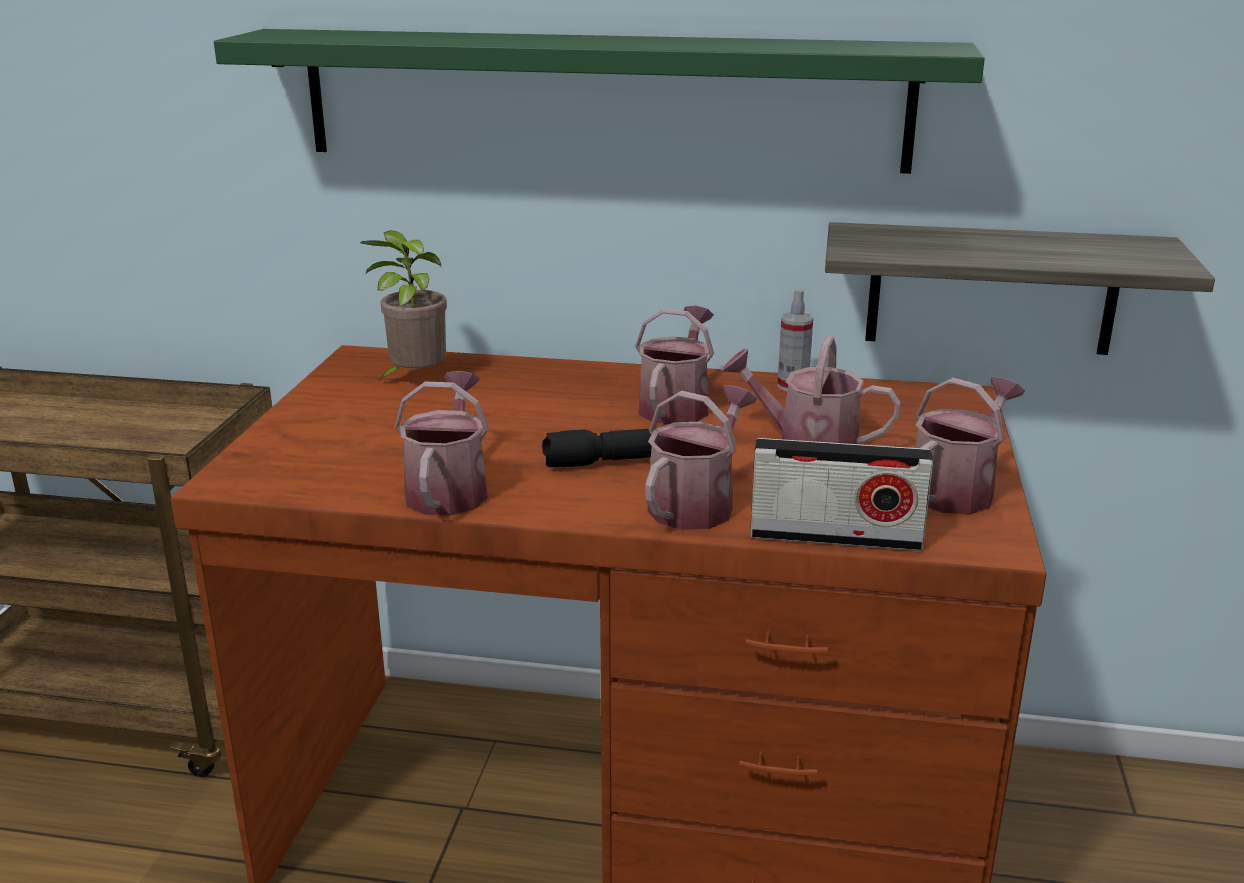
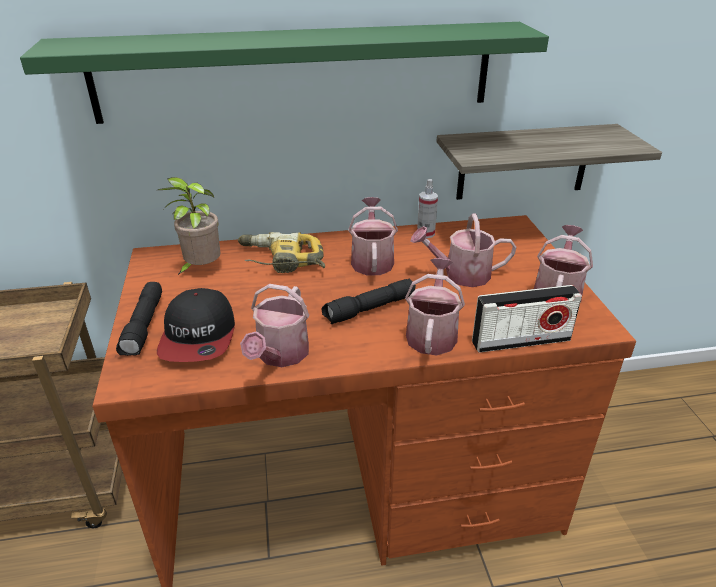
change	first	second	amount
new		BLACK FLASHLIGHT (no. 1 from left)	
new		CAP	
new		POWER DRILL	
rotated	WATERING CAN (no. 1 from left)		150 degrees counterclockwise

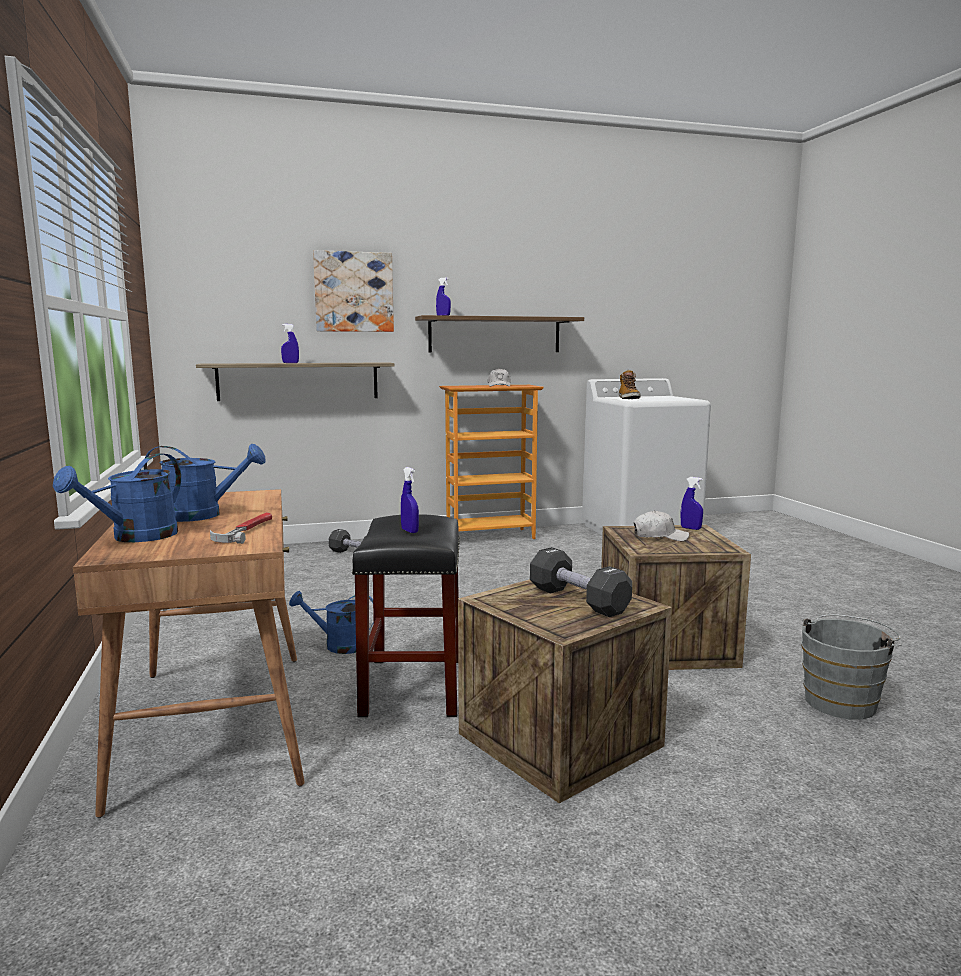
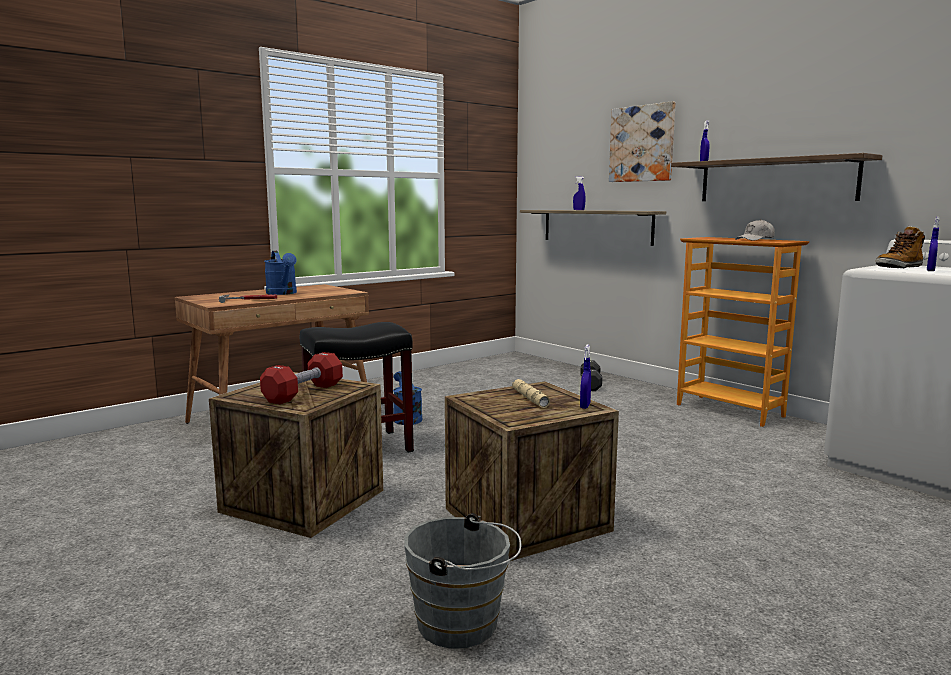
change	first	second	amount
gone	BLUE WATERING CAN (no. 1 from left)		
shifted	BLUE SPRAY BOTTLE (no. 2 from left in the first image)	BLUE SPRAY BOTTLE (no. 4 from left)	
swapped	WHITE CAP (no. 2 from left)	BEIGE FLASHLIGHT	
repainted	BLACK DUMBBELL (no. 2 from left)	RED DUMBBELL	

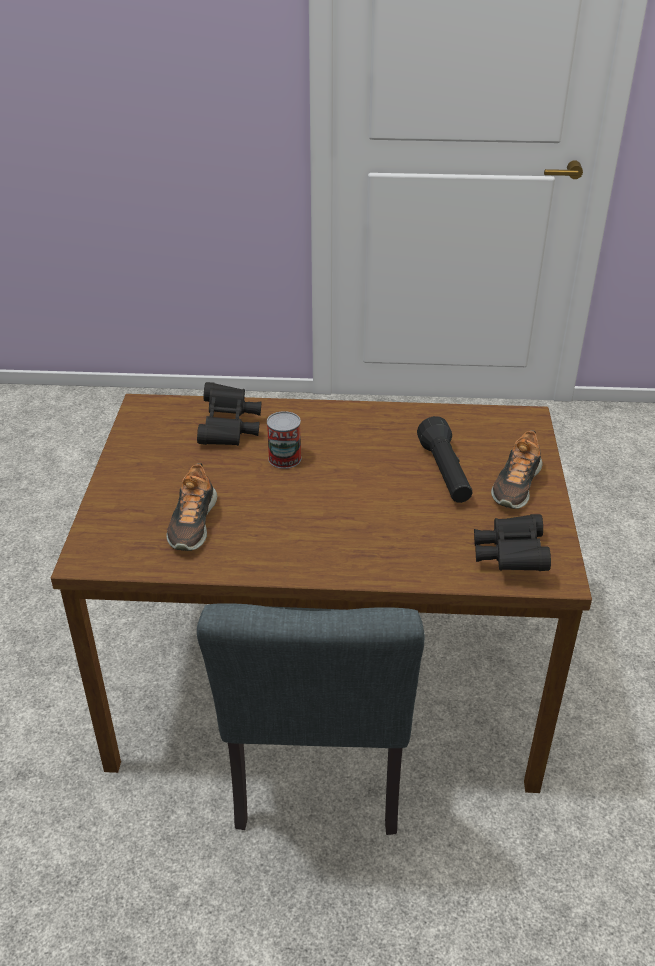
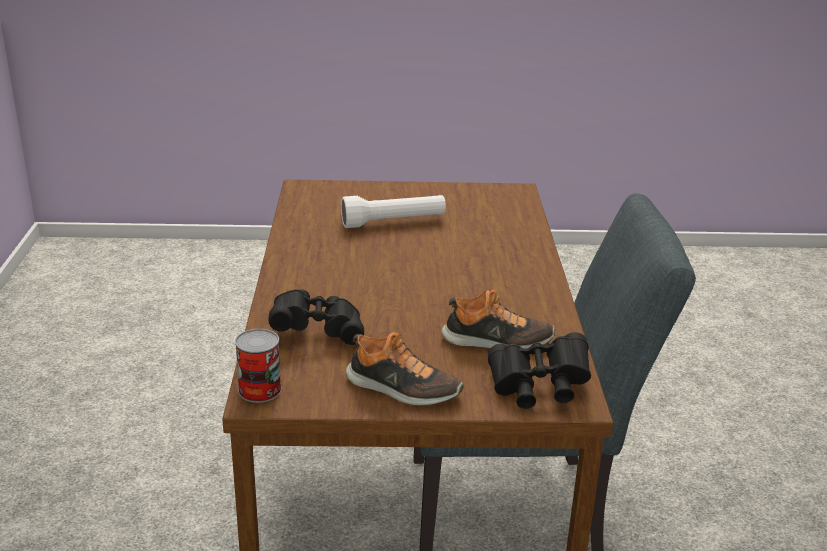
change	first	second	amount
shifted	CAN		
shifted	BLACK BINOCULARS (no. 2 from left)		
shifted	SHOE (no. 2 from left in the first image)	SHOE (no. 1 from left)	
repainted	BLACK FLASHLIGHT	WHITE FLASHLIGHT	

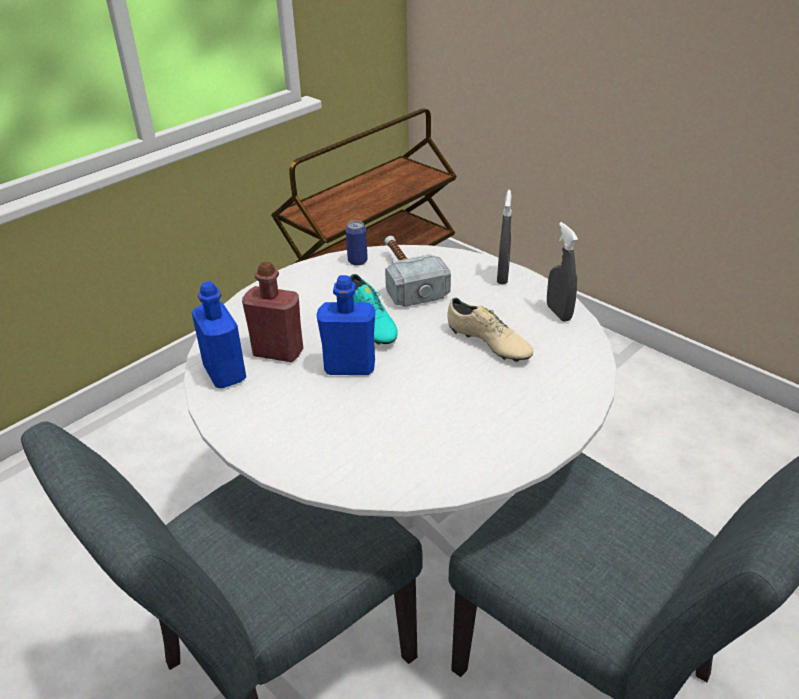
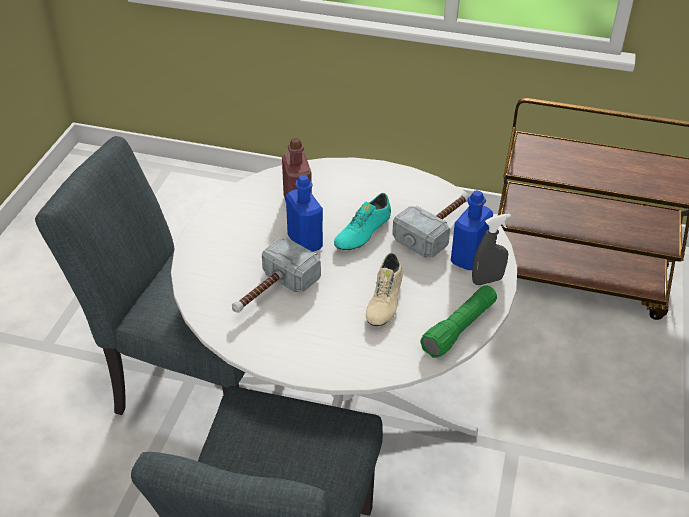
change	first	second	amount
gone	CAN		
new		HAMMER (no. 1 from left)	
shifted	BLUE BOTTLE (no. 1 from left in the first image)	BLUE BOTTLE (no. 2 from left)	
swapped	GREY SPRAY BOTTLE (no. 2 from left)	GREEN FLASHLIGHT	

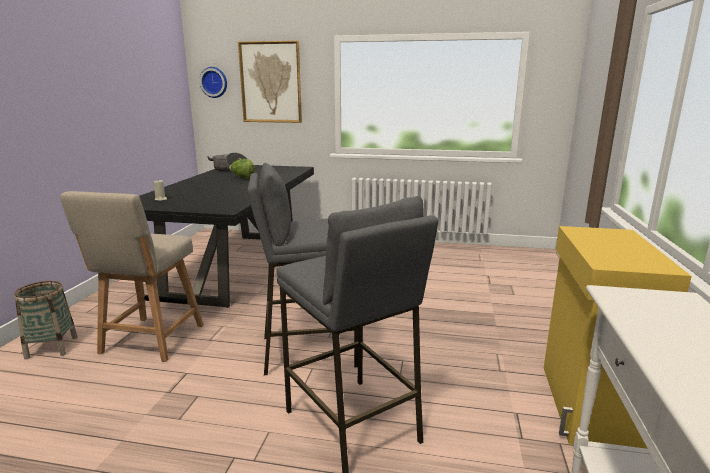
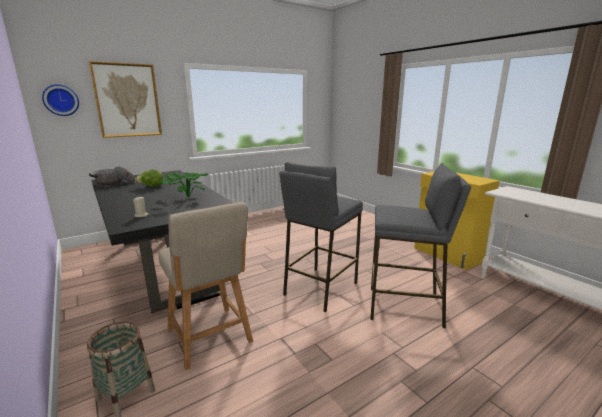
change	first	second	amount
new		POTTED PLANT	

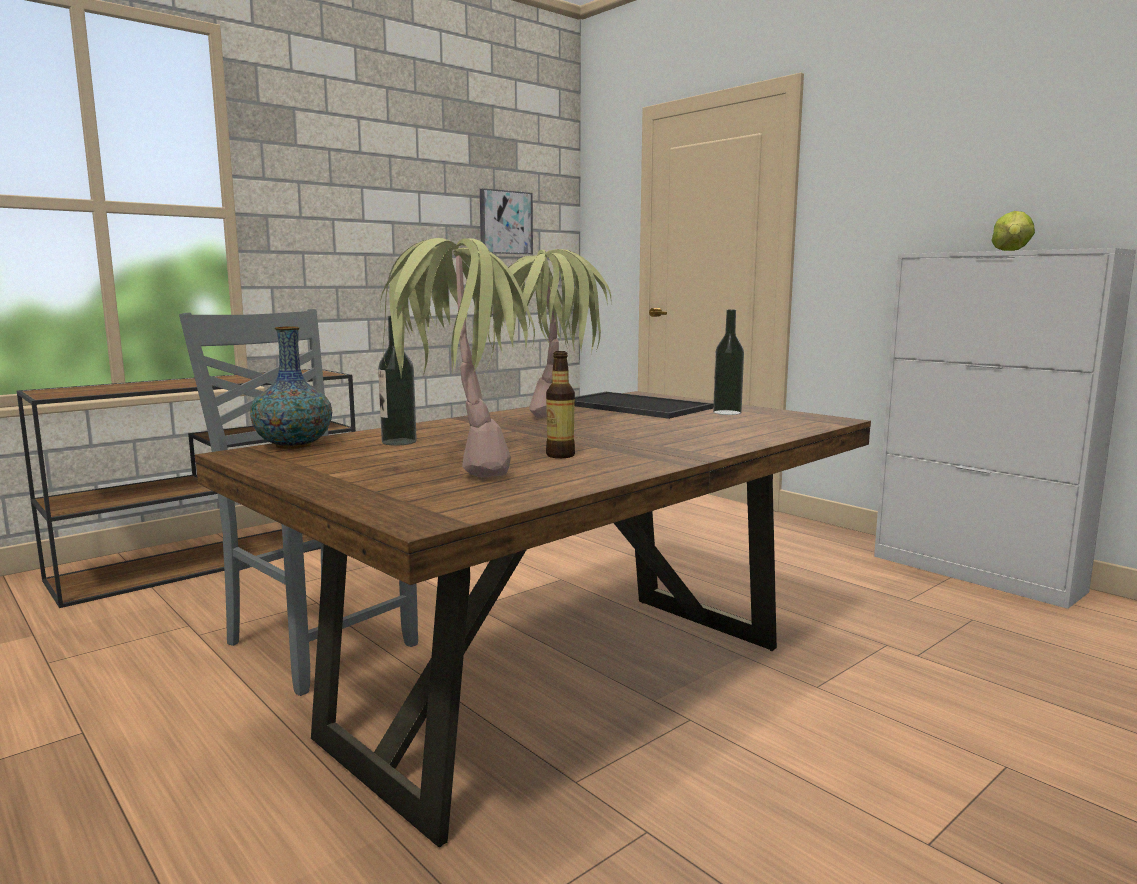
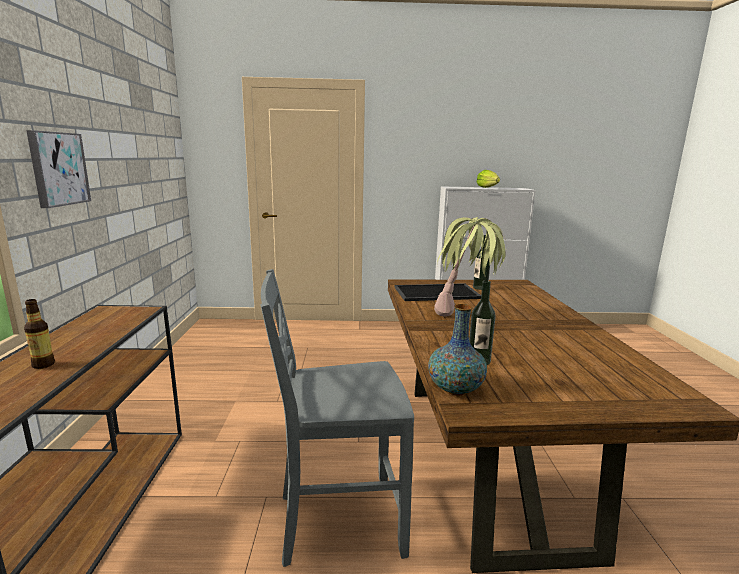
change	first	second	amount
gone	POTTED PLANT (no. 1 from left)		
shifted	PICTURE		
shifted	BOTTLE (no. 2 from left in the first image)	BOTTLE (no. 1 from left)	

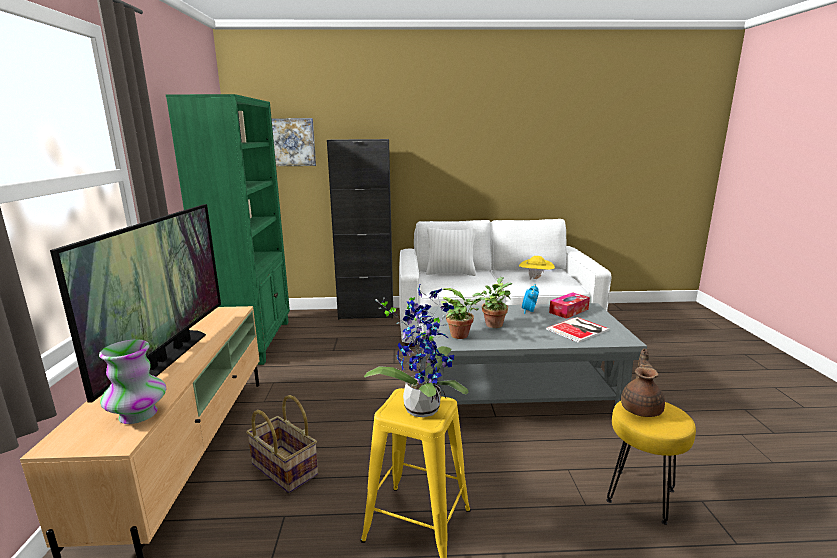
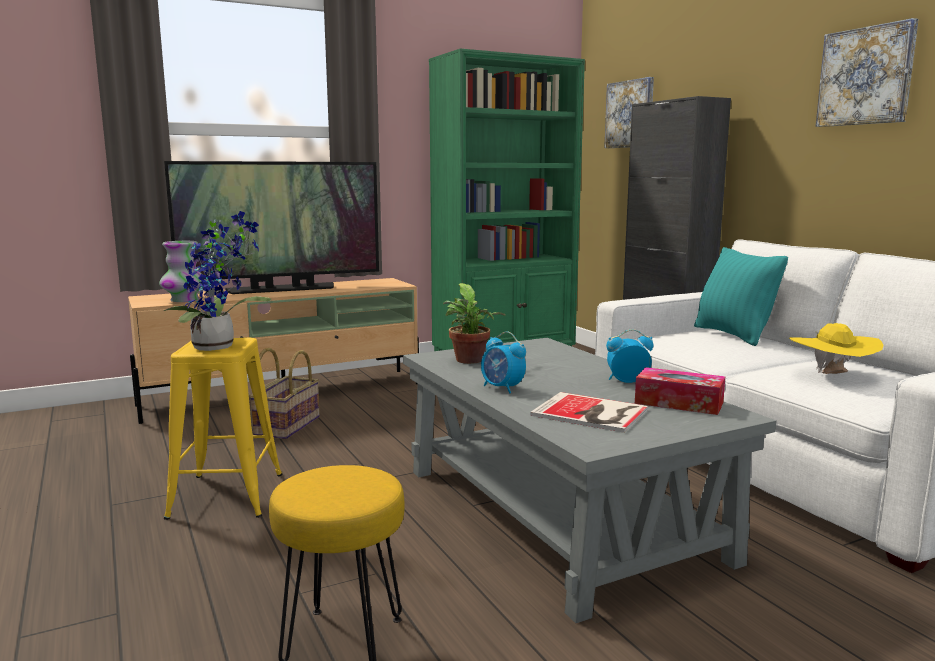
change	first	second	amount
gone	POTTED PLANT (no. 3 from left)		
gone	BROWN TEAPOT		
new		ALARM CLOCK (no. 1 from left)	
new		PICTURE (no. 2 from left)	
repainted	WHITE PILLOW	TURQUOISE PILLOW	

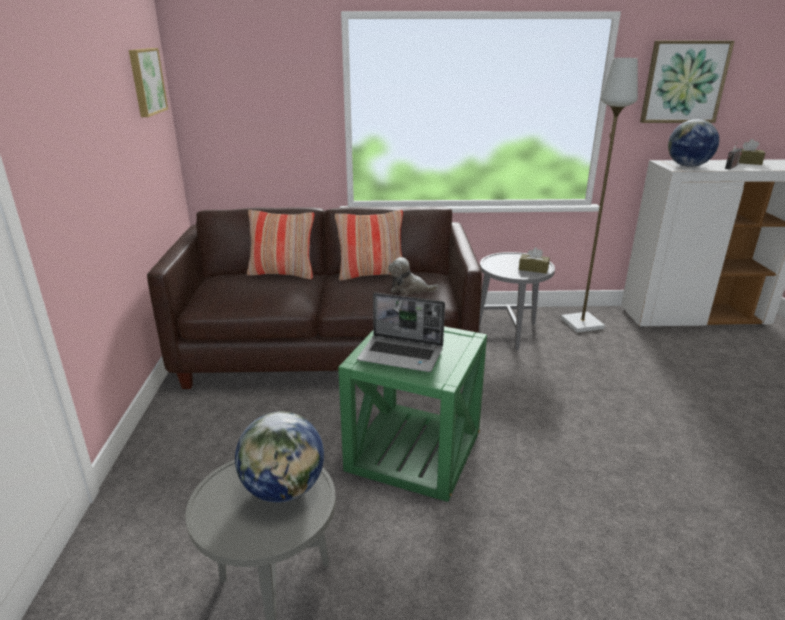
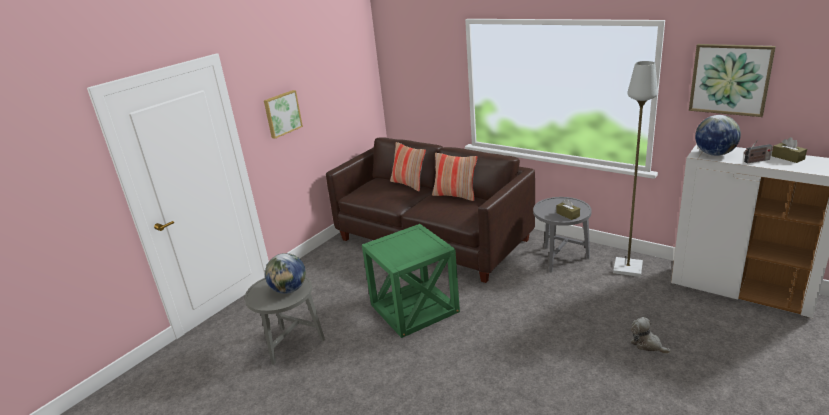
change	first	second	amount
gone	LAPTOP		
shifted	PICTURE (no. 1 from left)		
shifted	PLUSH TOY		

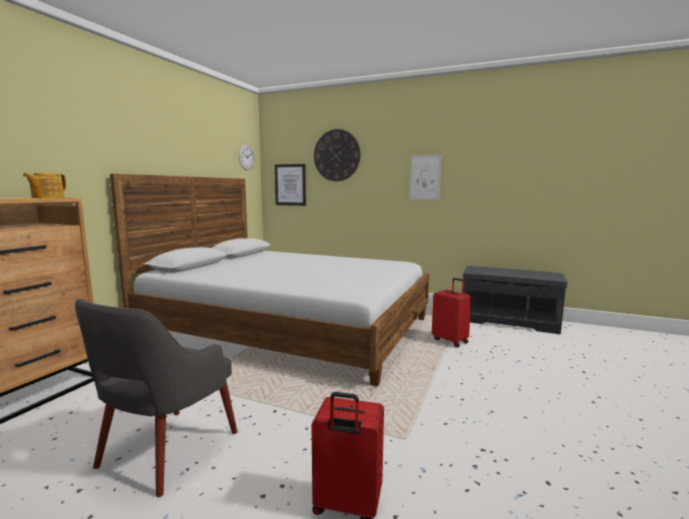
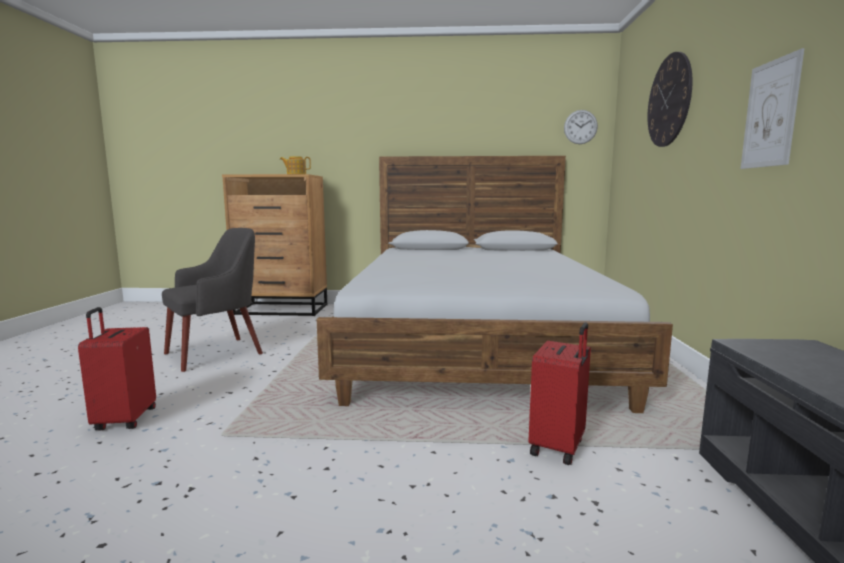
change	first	second	amount
gone	PICTURE (no. 1 from left)		
rotated	GREY ARMCHAIR		135 degrees clockwise

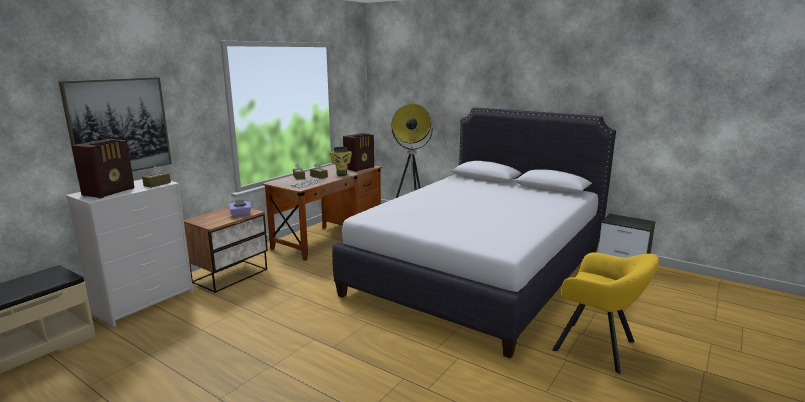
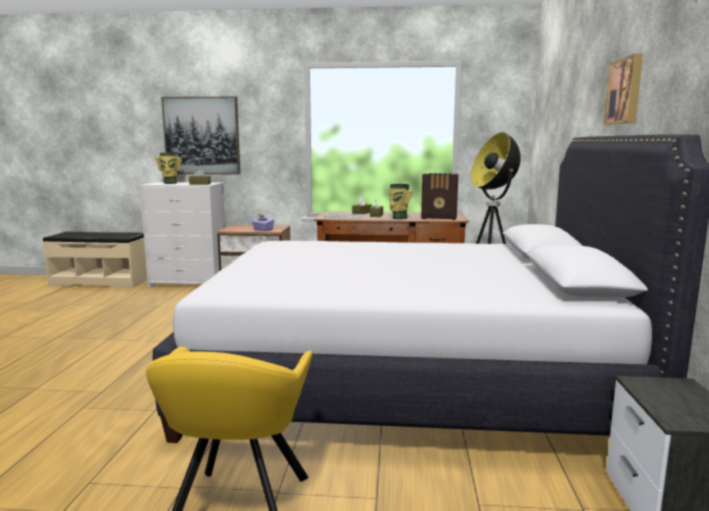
change	first	second	amount
new		PICTURE (no. 2 from left)	
swapped	RADIO (no. 1 from left)	VASE (no. 1 from left)	

